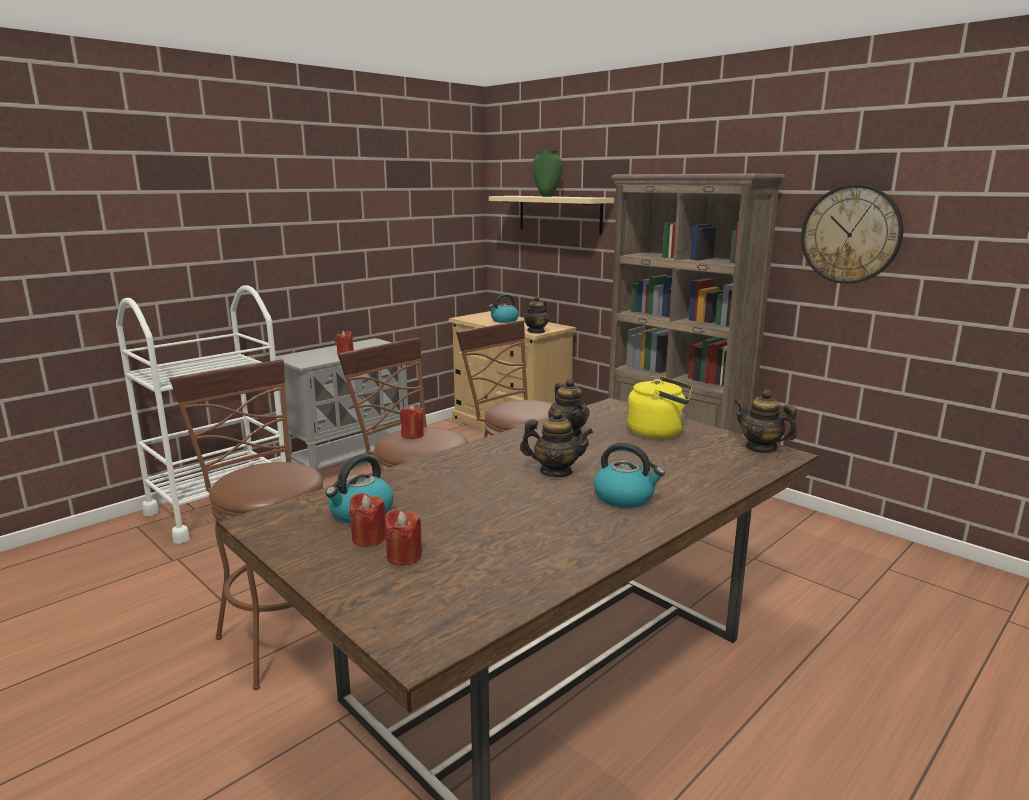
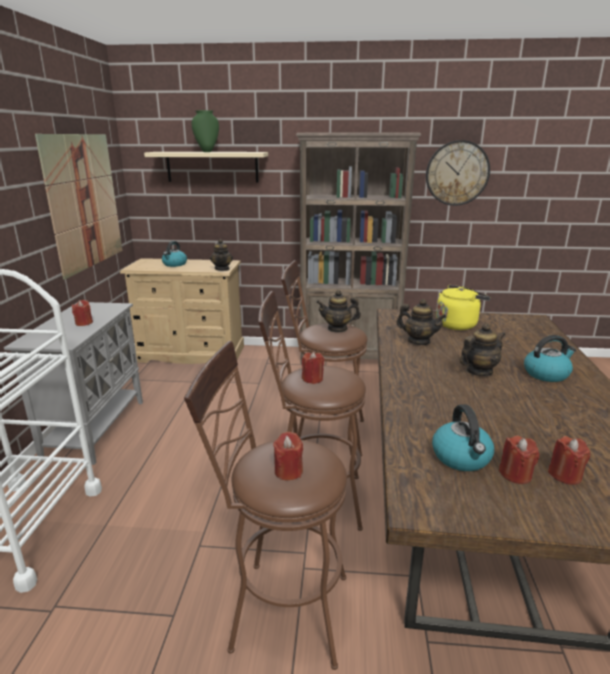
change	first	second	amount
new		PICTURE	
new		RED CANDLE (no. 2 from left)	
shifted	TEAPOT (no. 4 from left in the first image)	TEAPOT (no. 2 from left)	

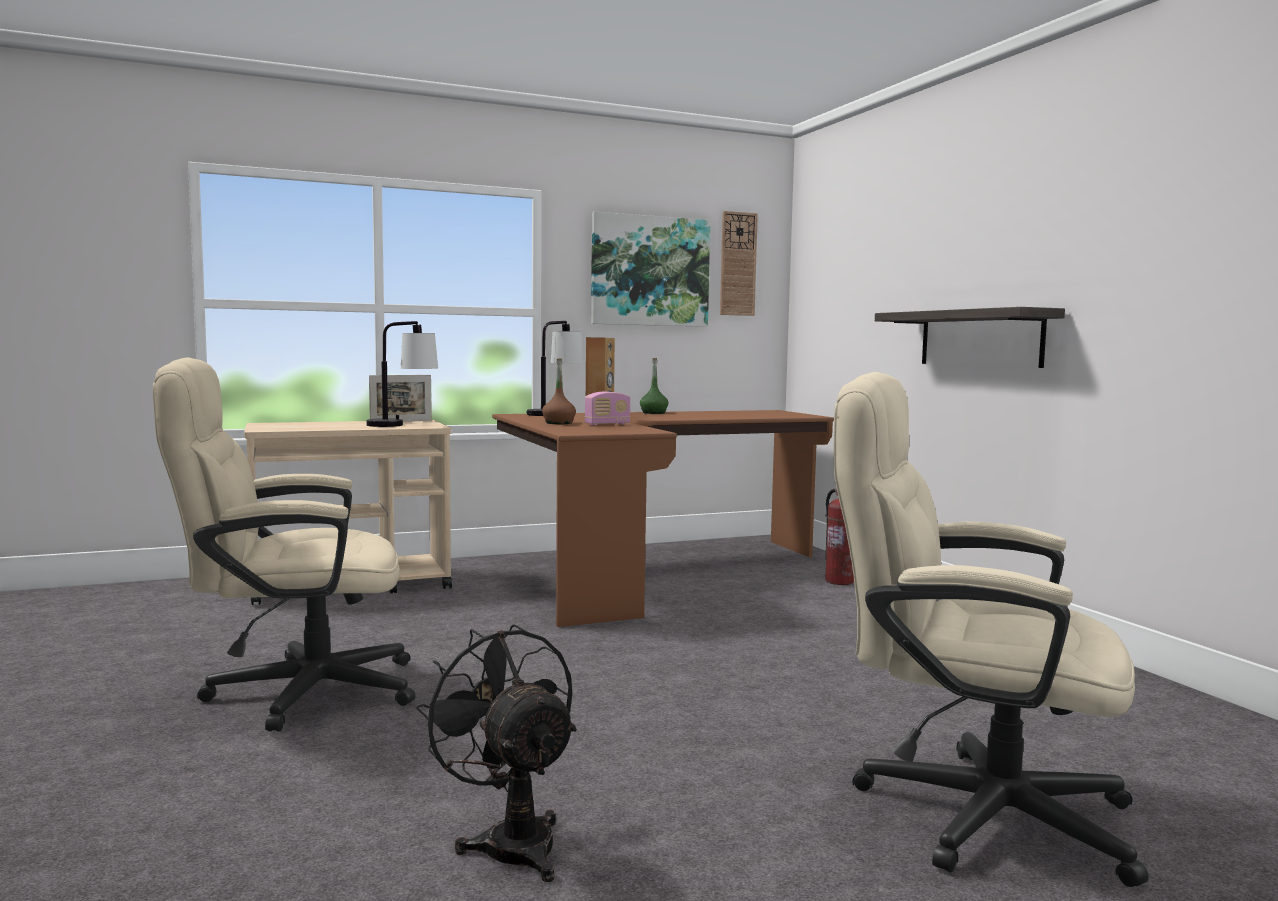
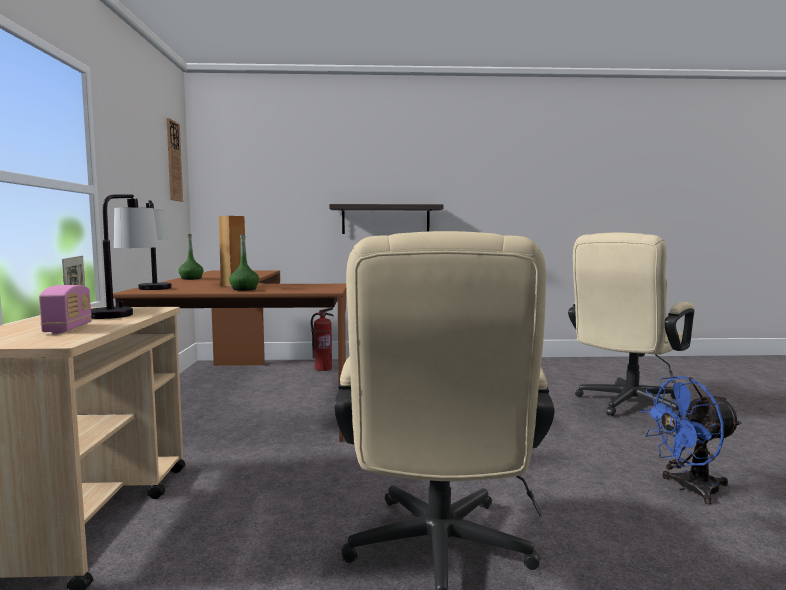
change	first	second	amount
gone	PICTURE		
shifted	RADIO		
repainted	BLACK FAN	BLUE FAN	
repainted	BROWN BOTTLE	GREEN BOTTLE (no. 2 from left)	

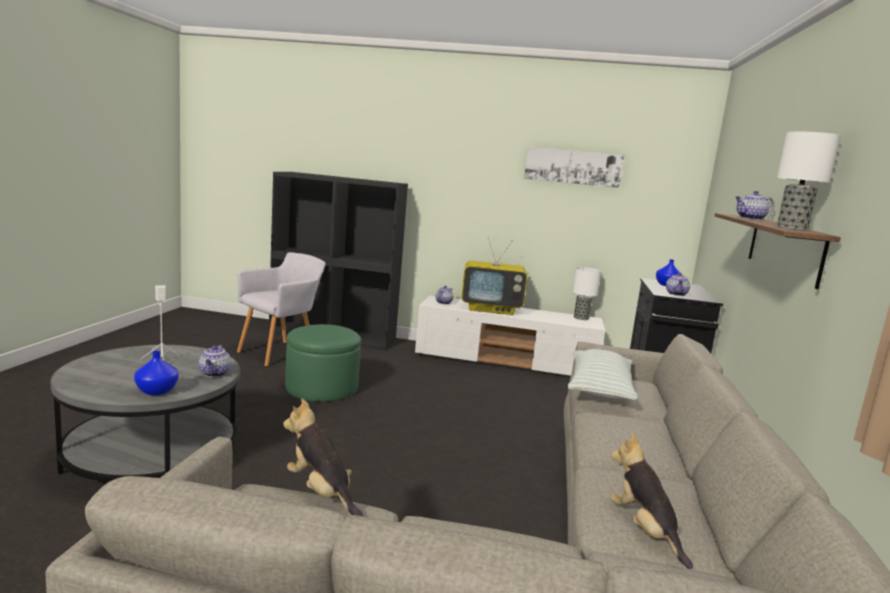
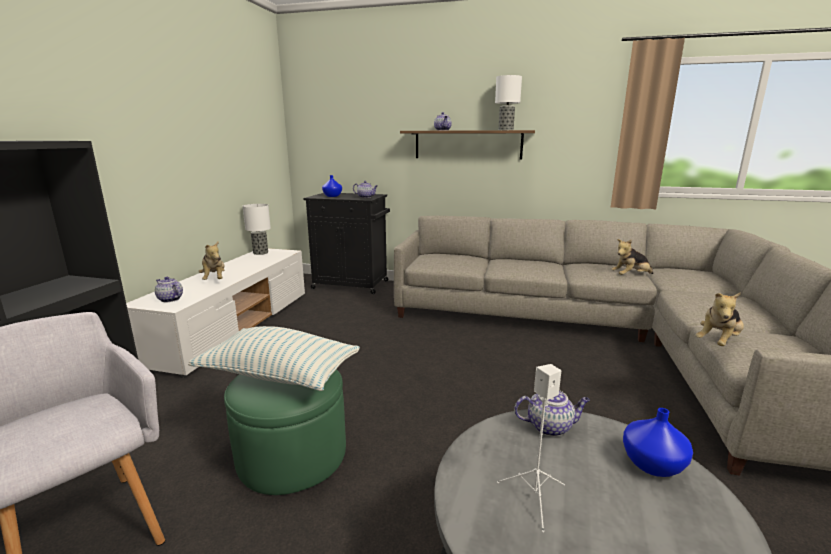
change	first	second	amount
gone	PICTURE		
shifted	PILLOW		
swapped	TELEVISION	PLUSH TOY (no. 1 from left)	

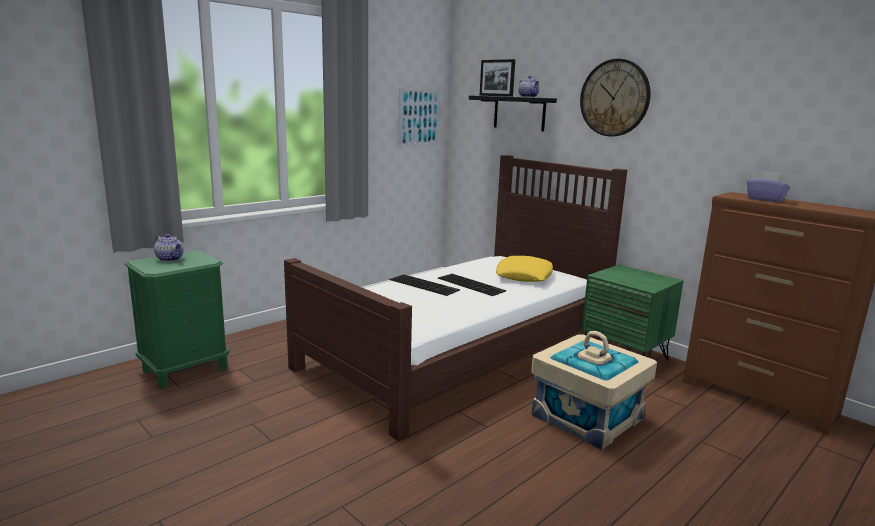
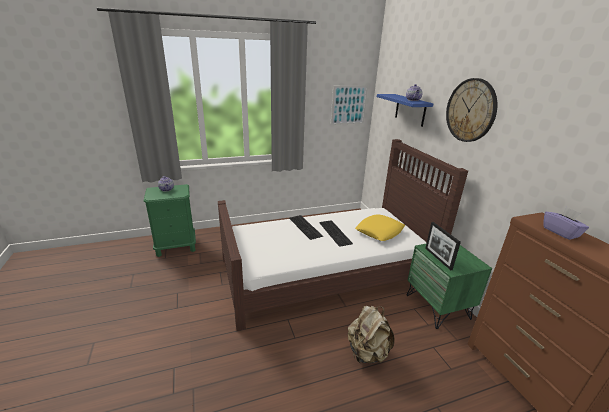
change	first	second	amount
shifted	PICTURE FRAME		
swapped	BEIGE STORAGE BOX	BEIGE BACKPACK	
repainted	BLACK SHELF	BLUE SHELF	

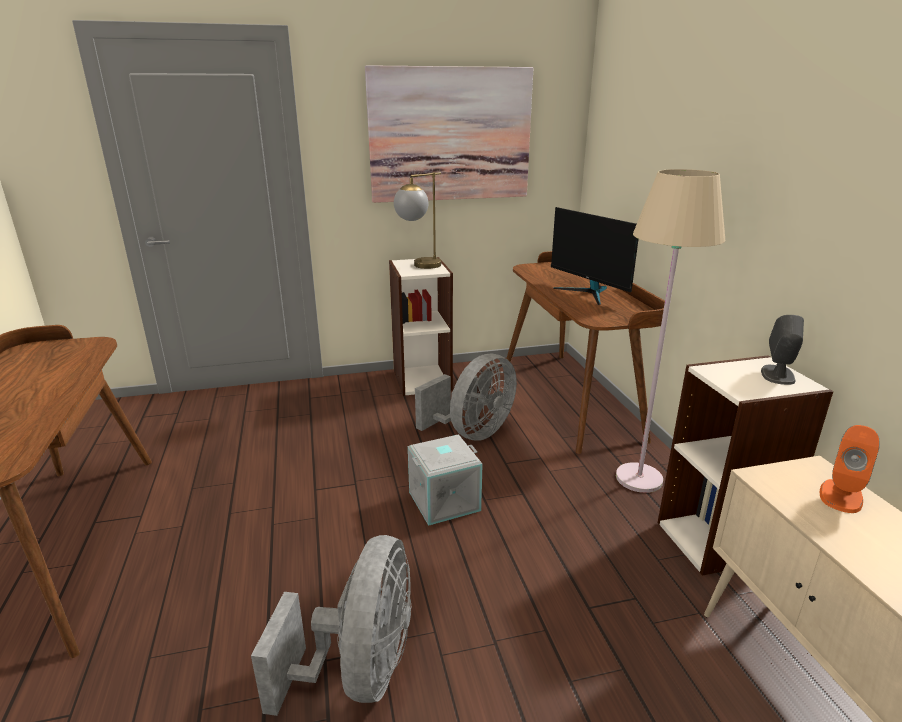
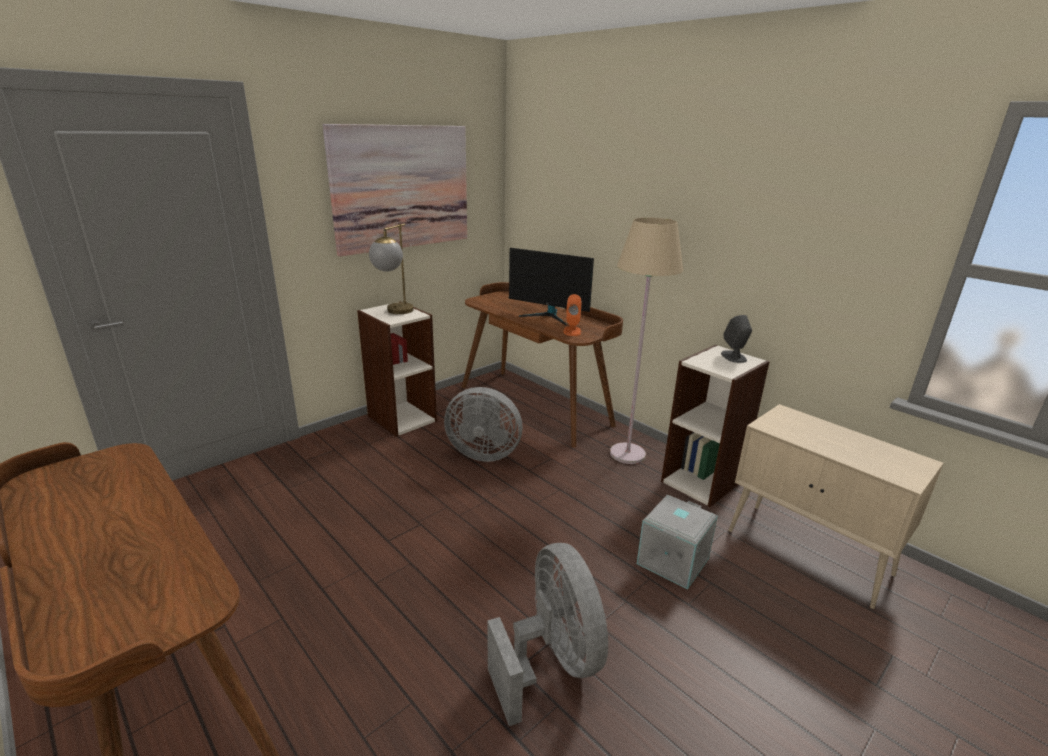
change	first	second	amount
shifted	GREY STORAGE BOX		
shifted	ORANGE SPEAKER		
rotated	GREY FAN (no. 2 from left in the first image)	GREY FAN (no. 1 from left)	90 degrees clockwise

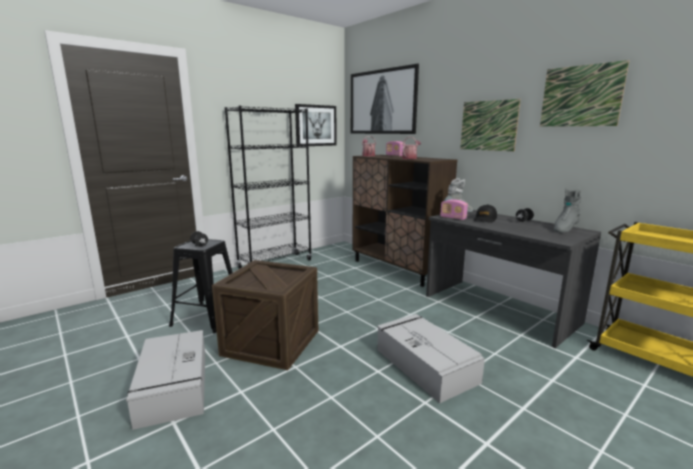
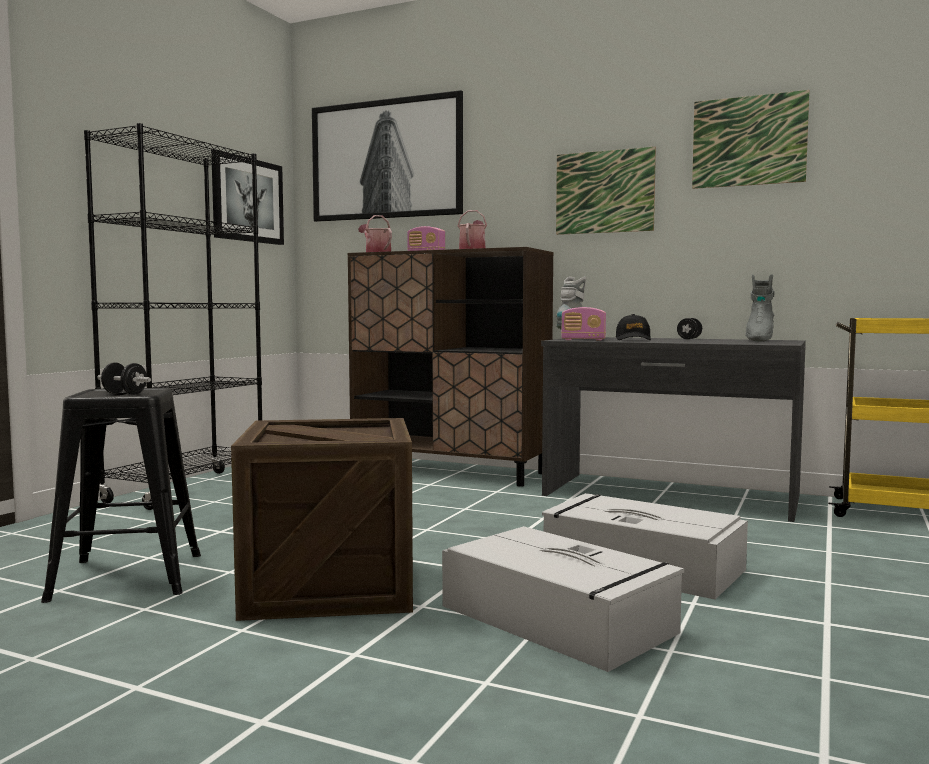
change	first	second	amount
shifted	GREY STORAGE BOX (no. 1 from left)		

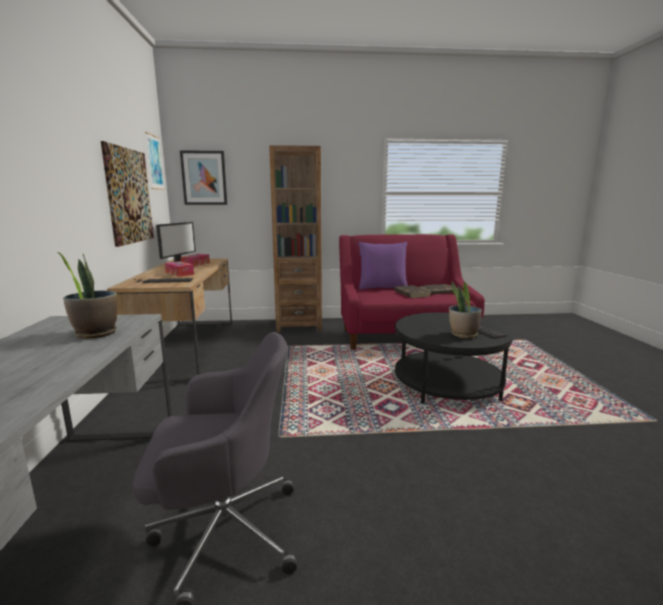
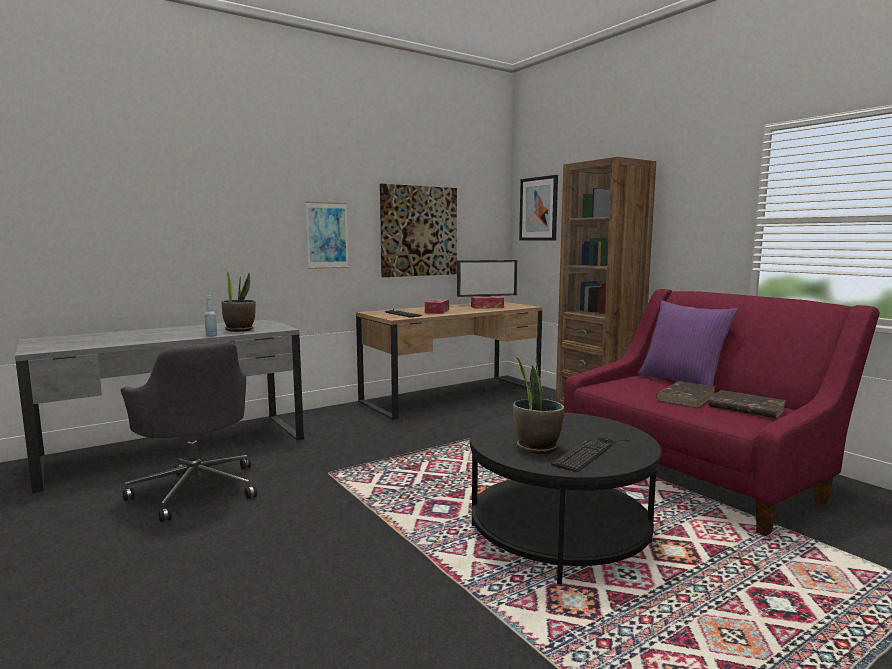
change	first	second	amount
new		BLUE BOTTLE	
shifted	PICTURE (no. 2 from left in the first image)	PICTURE (no. 1 from left)	

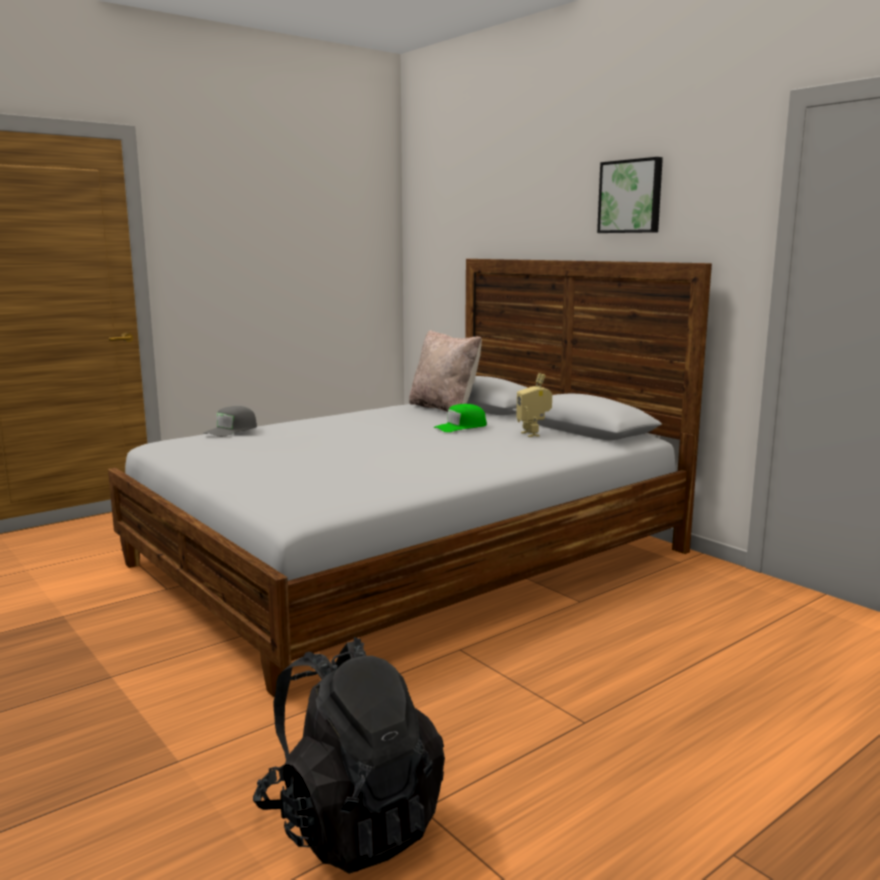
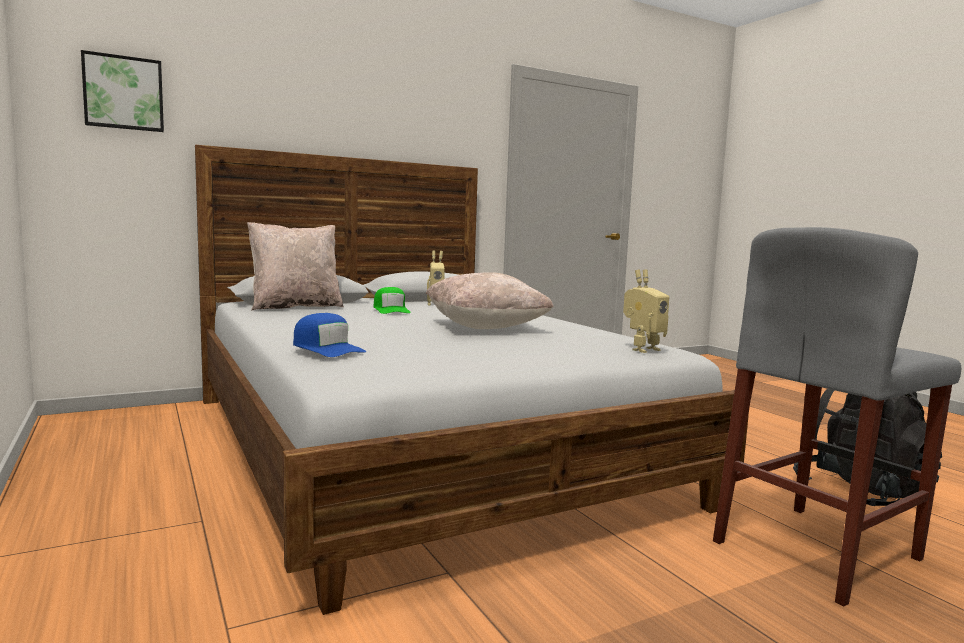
change	first	second	amount
new		BEIGE PILLOW (no. 2 from left)	
new		TOY ROBOT (no. 2 from left)	
new		GREY STOOL	
shifted	PICTURE		
repainted	GREY CAP	BLUE CAP	

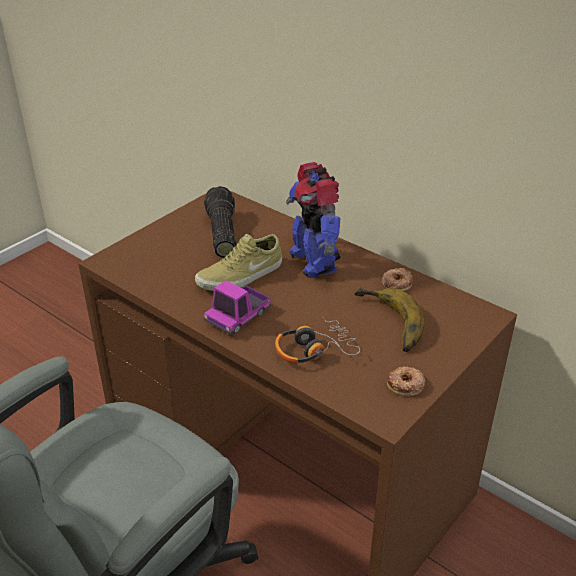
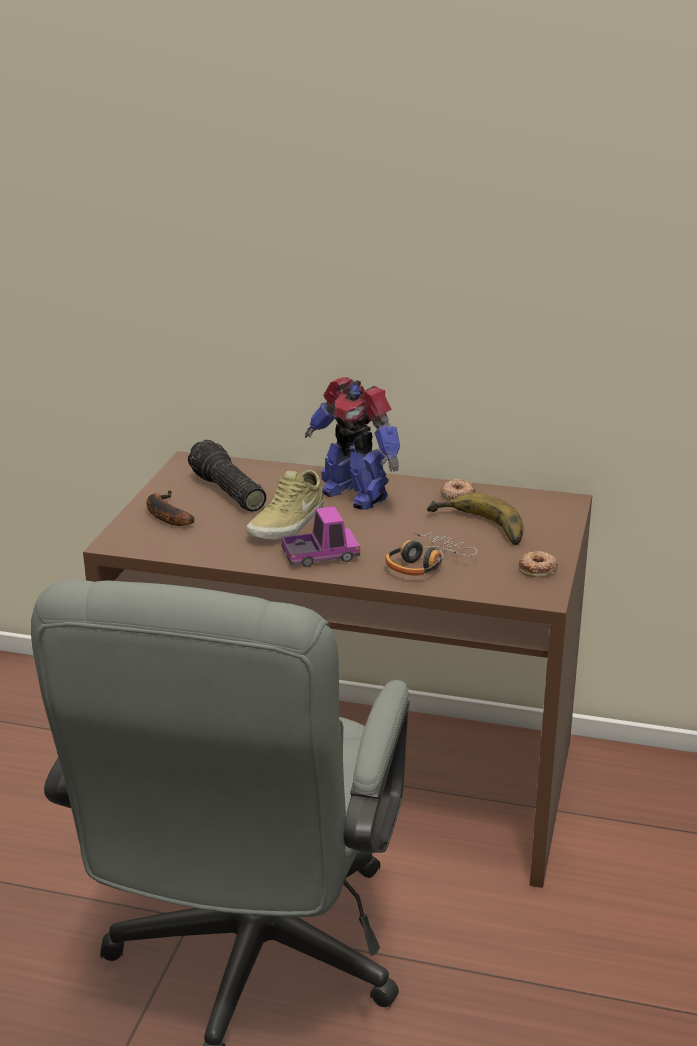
change	first	second	amount
new		BANANA (no. 1 from left)	
rotated	TOY TRUCK		120 degrees counterclockwise

